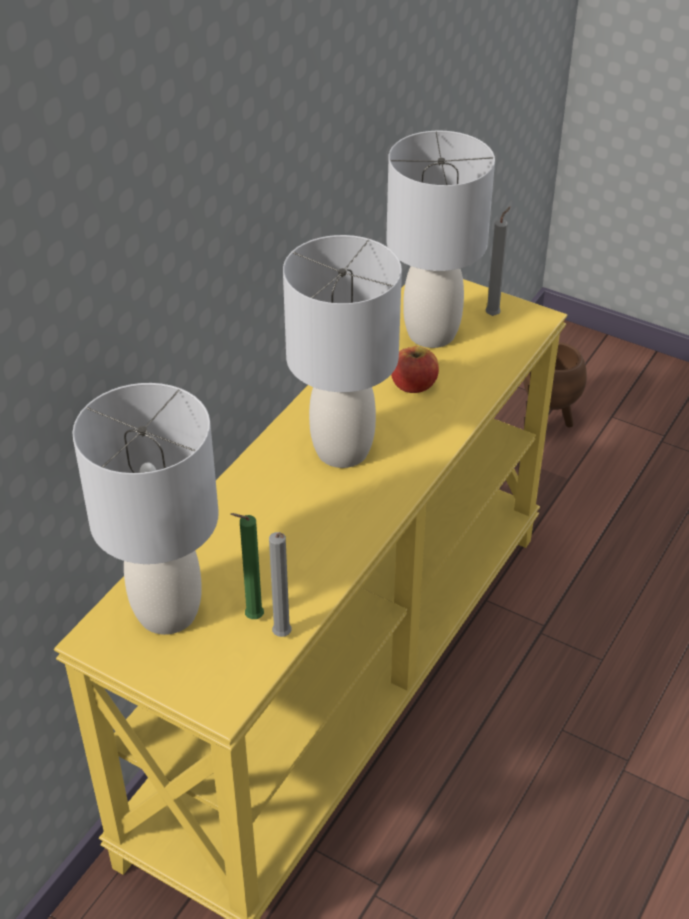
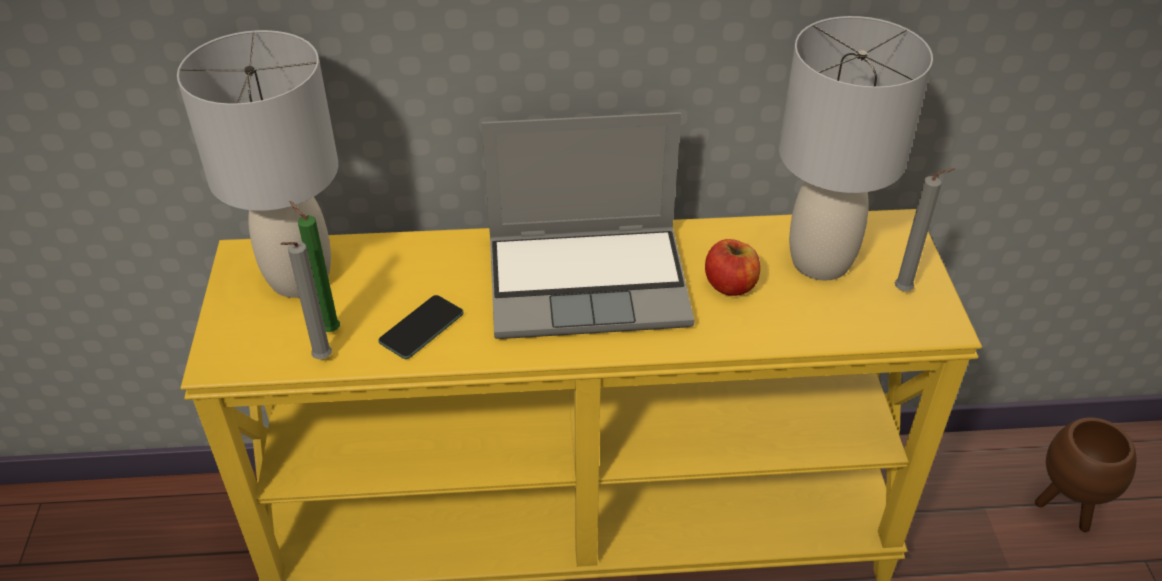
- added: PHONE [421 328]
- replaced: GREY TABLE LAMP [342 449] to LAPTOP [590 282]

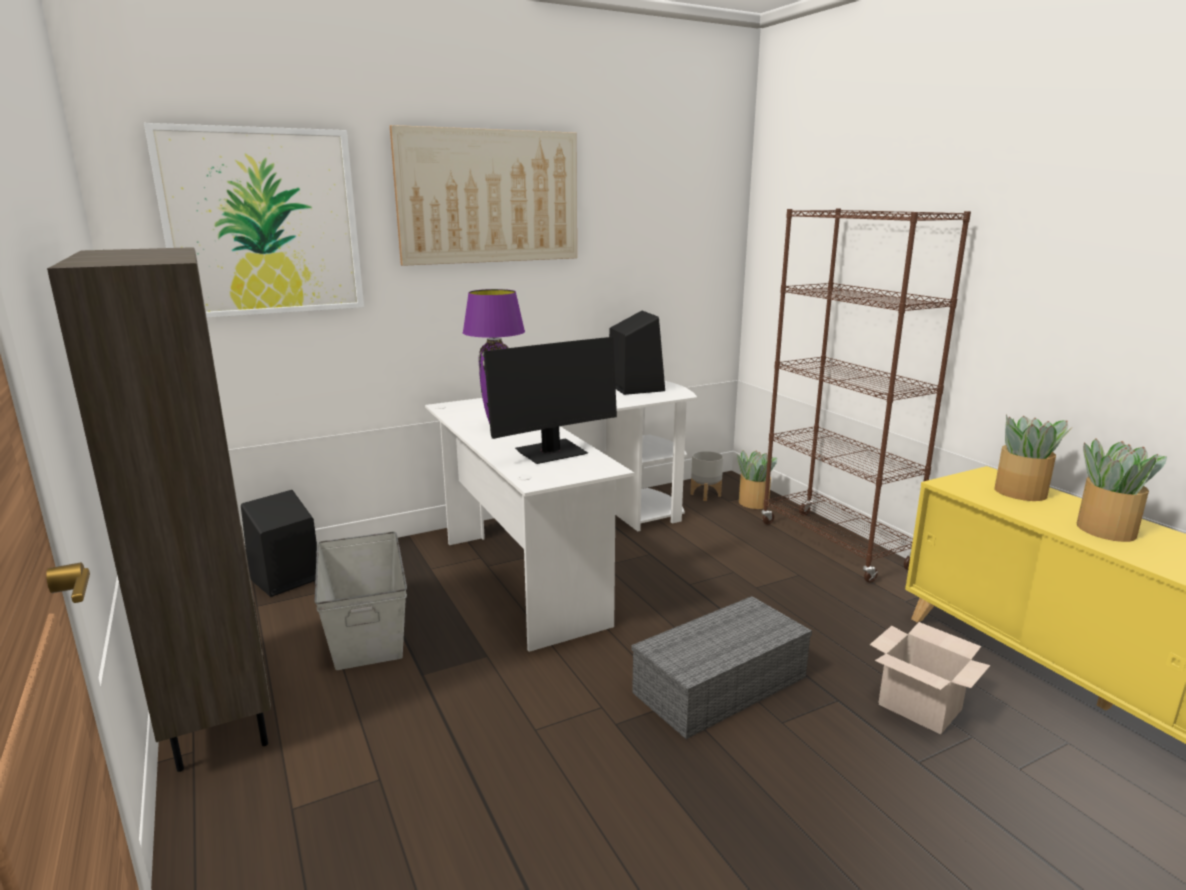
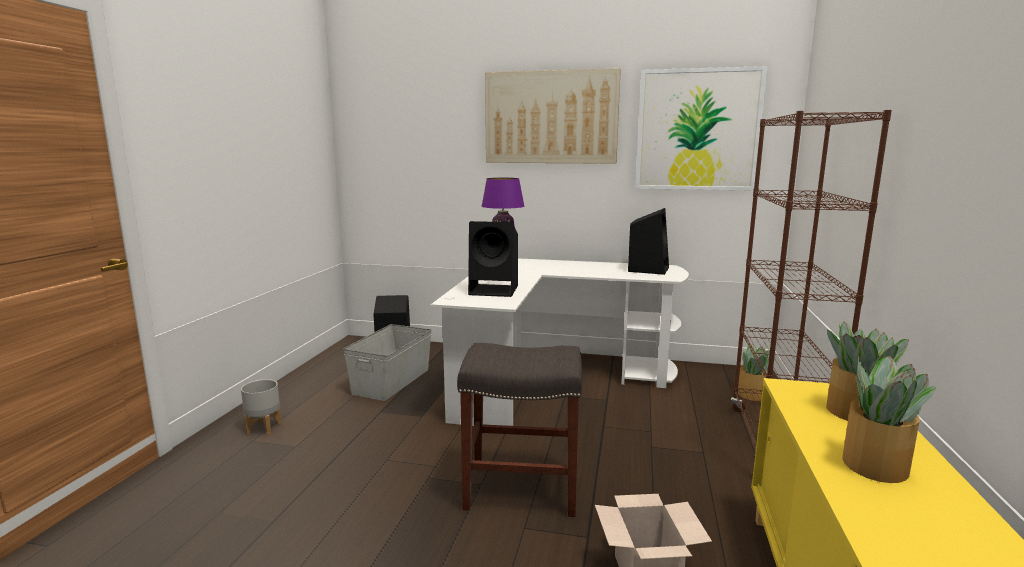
- removed: BROWN BOOKCASE [217 708]
- moved: PICTURE [263 223] to [697 130]
- moved: GREY PLANTER [706 495] to [264 428]
- replaced: MONITOR [551 453] to BLACK SPEAKER [495 290]
- replaced: GREY STORAGE BOX [719 686] to GREY STOOL [520 489]

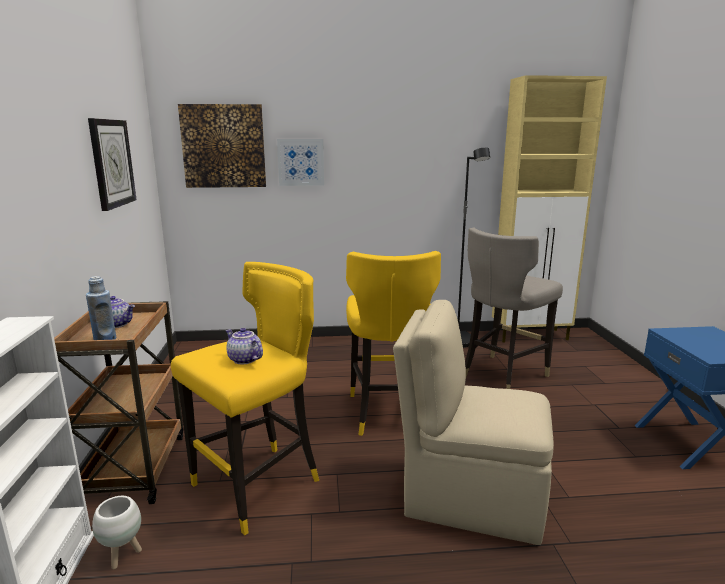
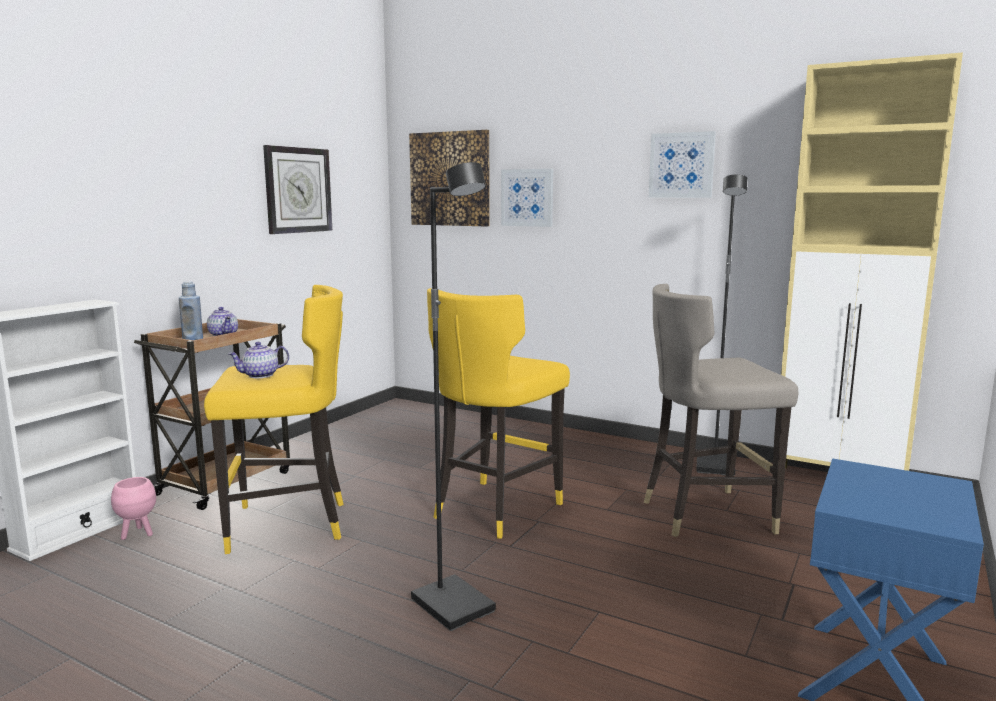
- added: PICTURE [681 165]
- replaced: BEIGE CHAIR [470 496] to BLACK FLOOR LAMP [455 606]
- recoloured: WHITE PLANTER [122 556] to PINK PLANTER [137 534]
- turned: TEAPOT [244 360] = [260 375] 105 degrees counterclockwise

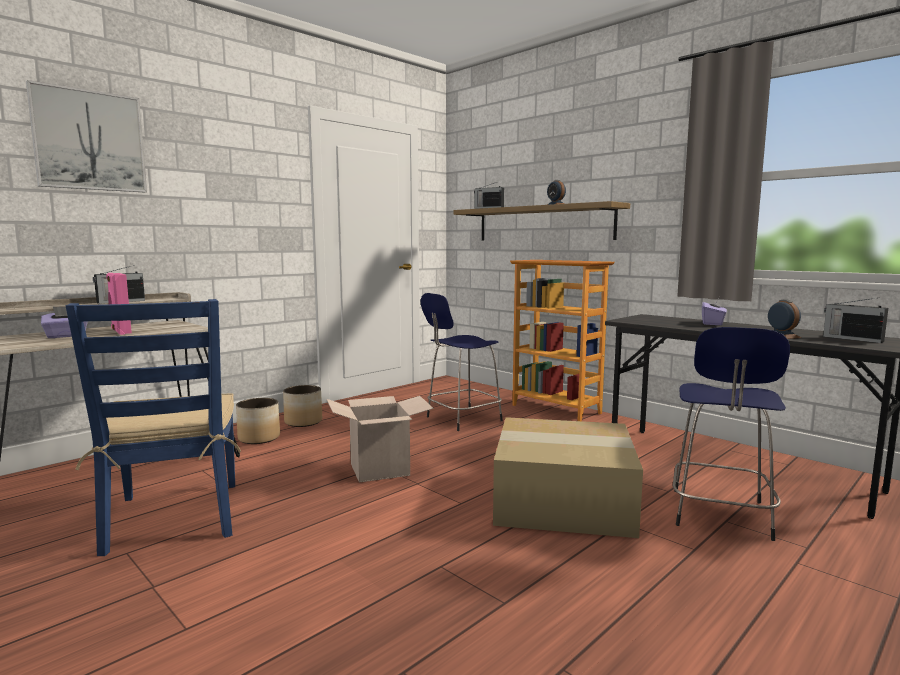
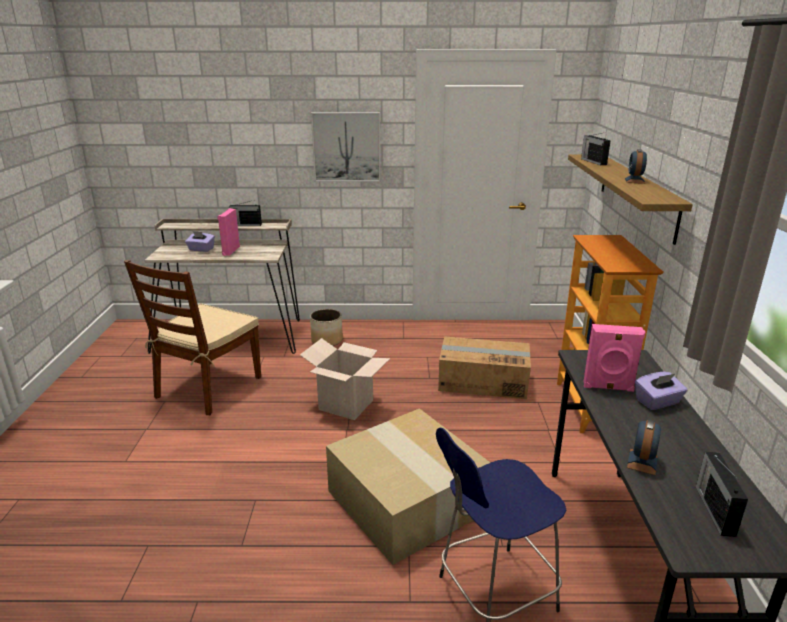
- removed: PLANTER [303 422]
- added: PINK SPEAKER [608 387]
- moved: PICTURE [89 140] to [346 147]
- replaced: BLUE STOOL [461 419] to CARDBOARD BOX [483 381]
- recoloured: BLUE CHAIR [175 517] to BROWN CHAIR [208 387]

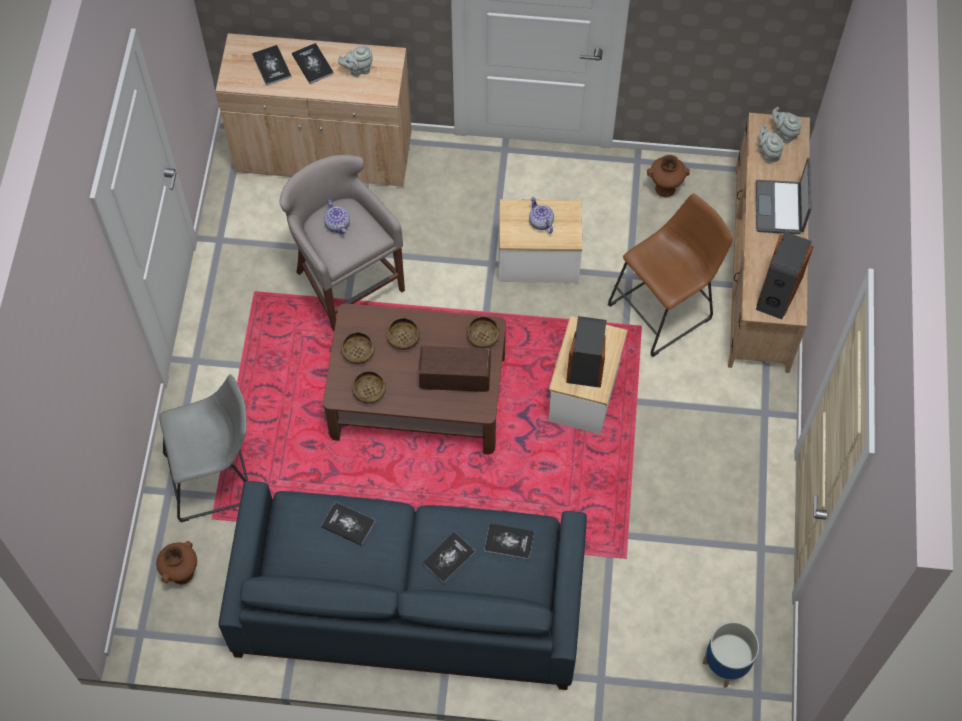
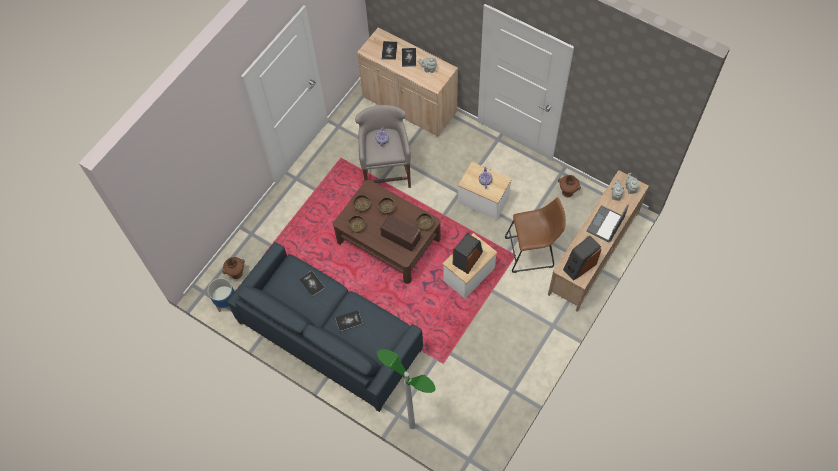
- removed: GREY STOOL [218 477]
- removed: BOOK [509 541]
- added: FLOOR LAMP [412 426]
- moved: PLANTER [725 665] to [226 302]

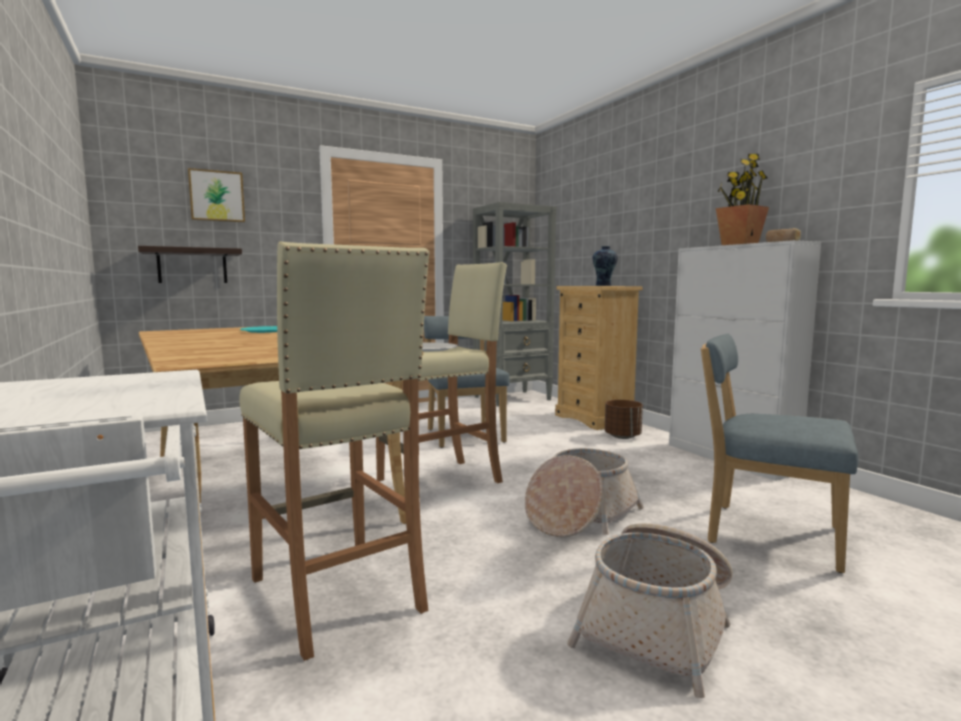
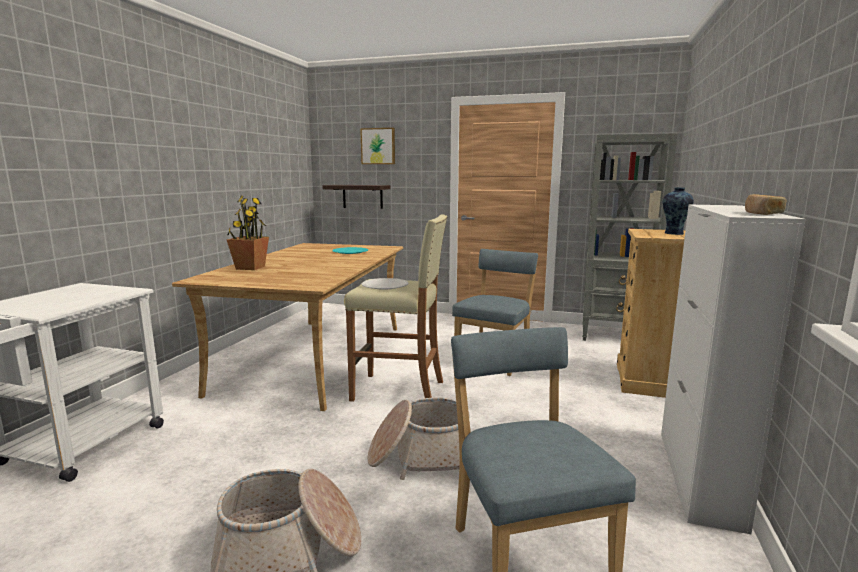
- removed: BEIGE STOOL [337 595]
- removed: BROWN PLANTER [622 436]
- moved: POTTED PLANT [739 244] to [250 267]

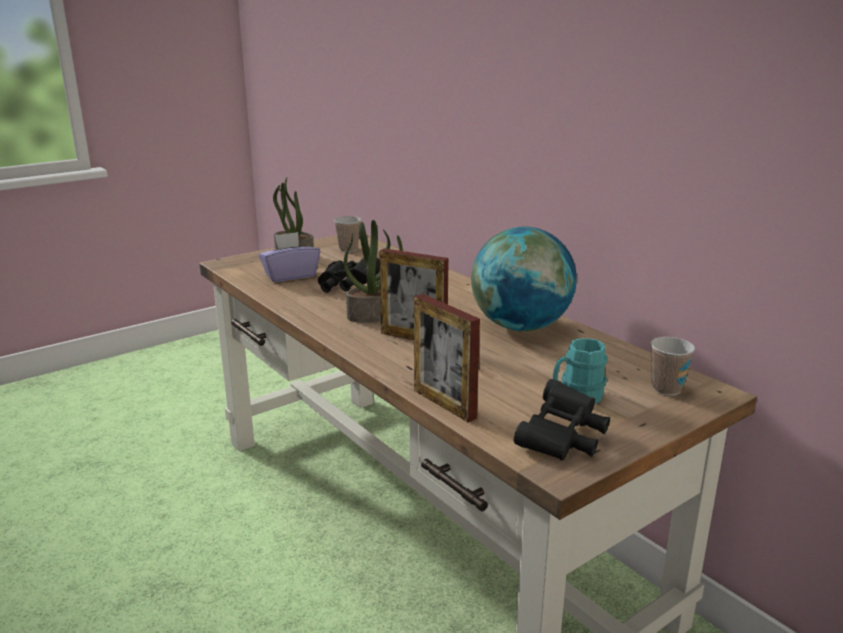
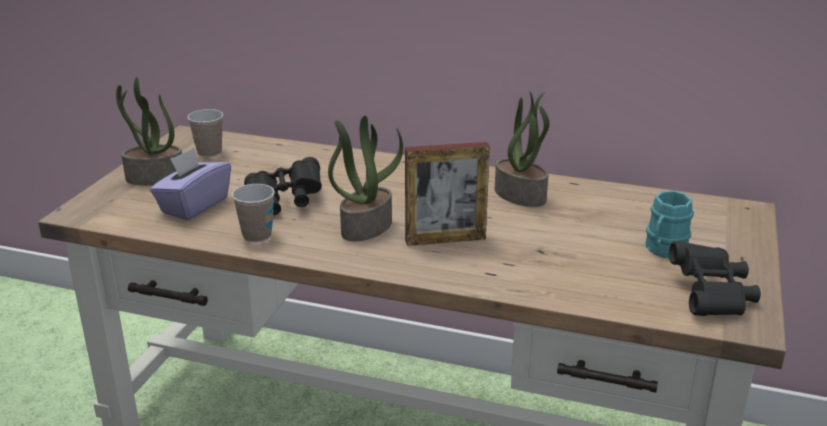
- removed: PICTURE FRAME [444 404]
- moved: CUP [666 389] to [257 235]
- replaced: GLOBE [521 327] to POTTED PLANT [521 195]

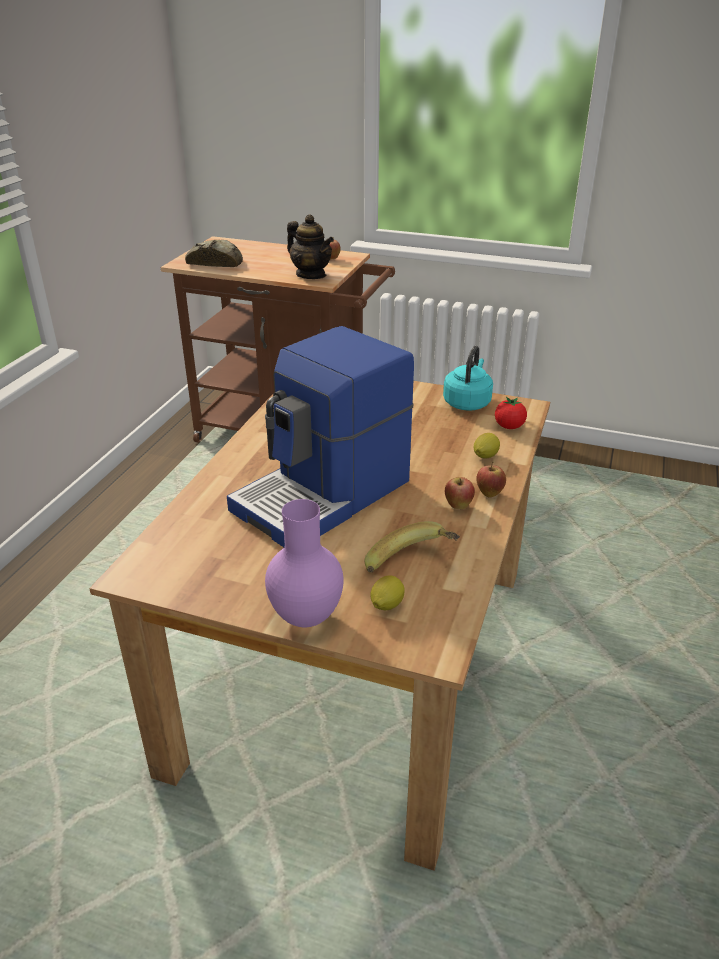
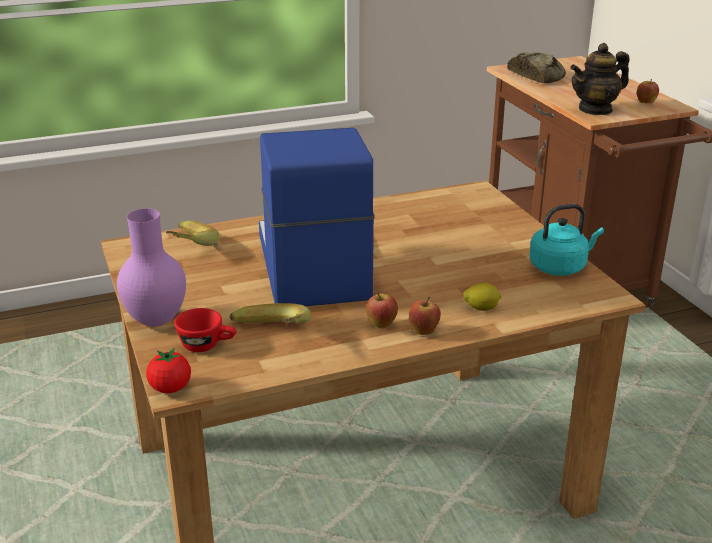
- added: BANANA [187 248]
- moved: TOMATO [509 426] to [170 388]
- replaced: LEMON [386 605] to RED CUP [207 345]
- turned: COFFEE MACHINE [324 496] = [310 267] 75 degrees clockwise
- turned: TEAPOT [311 275] = [595 109] 60 degrees clockwise

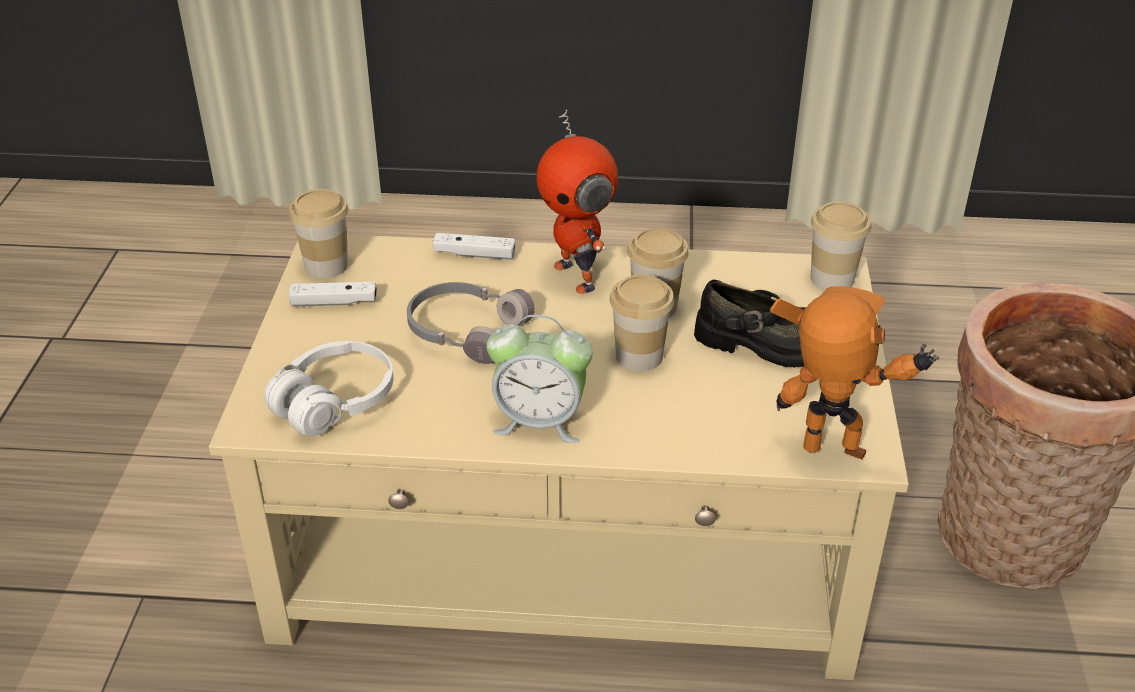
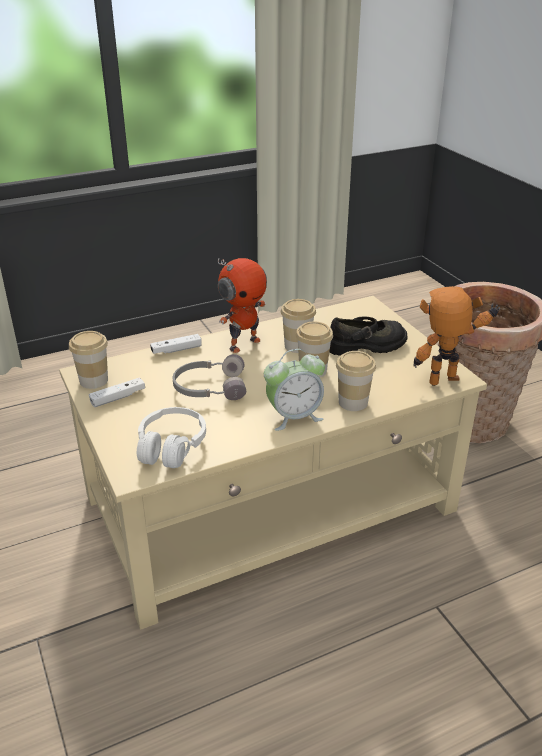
- moved: CUP [832 279] to [353 402]
- turned: TOY ROBOT [577 276] = [243 344] 75 degrees counterclockwise

